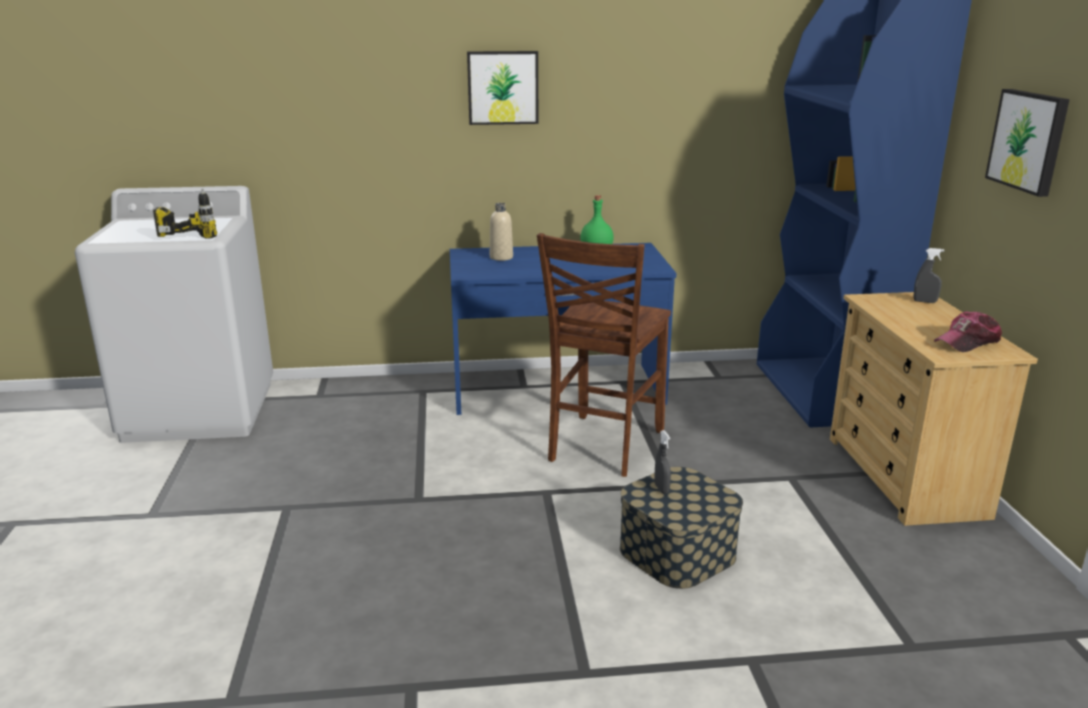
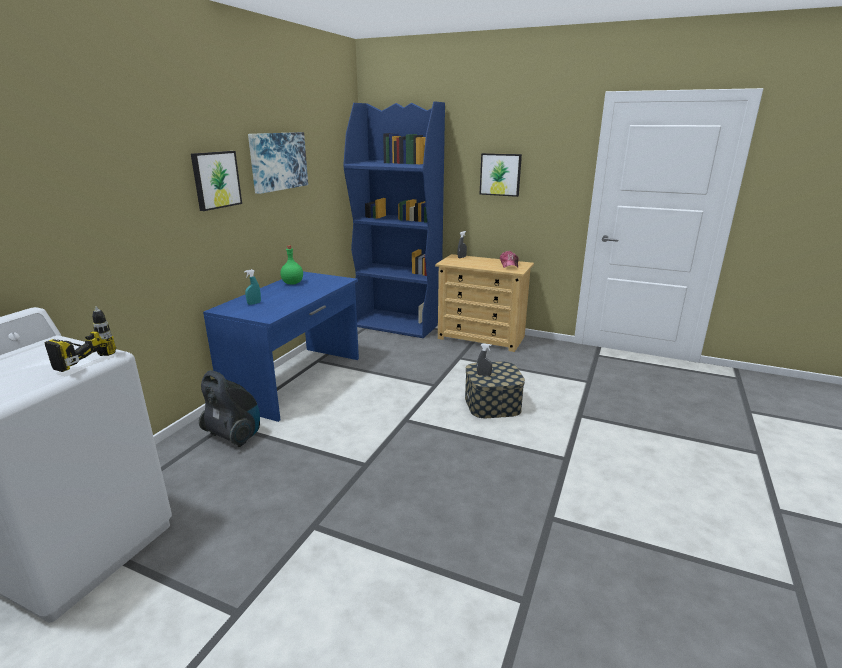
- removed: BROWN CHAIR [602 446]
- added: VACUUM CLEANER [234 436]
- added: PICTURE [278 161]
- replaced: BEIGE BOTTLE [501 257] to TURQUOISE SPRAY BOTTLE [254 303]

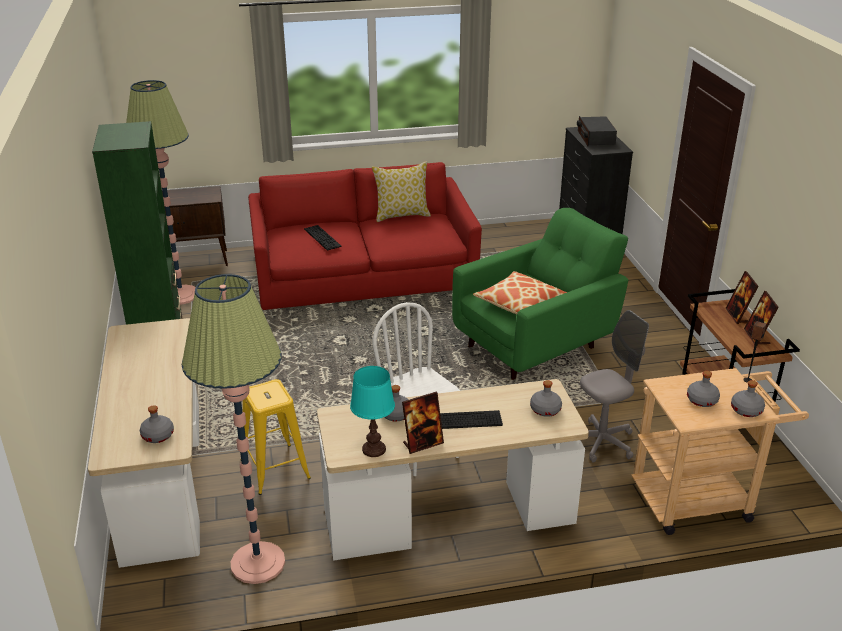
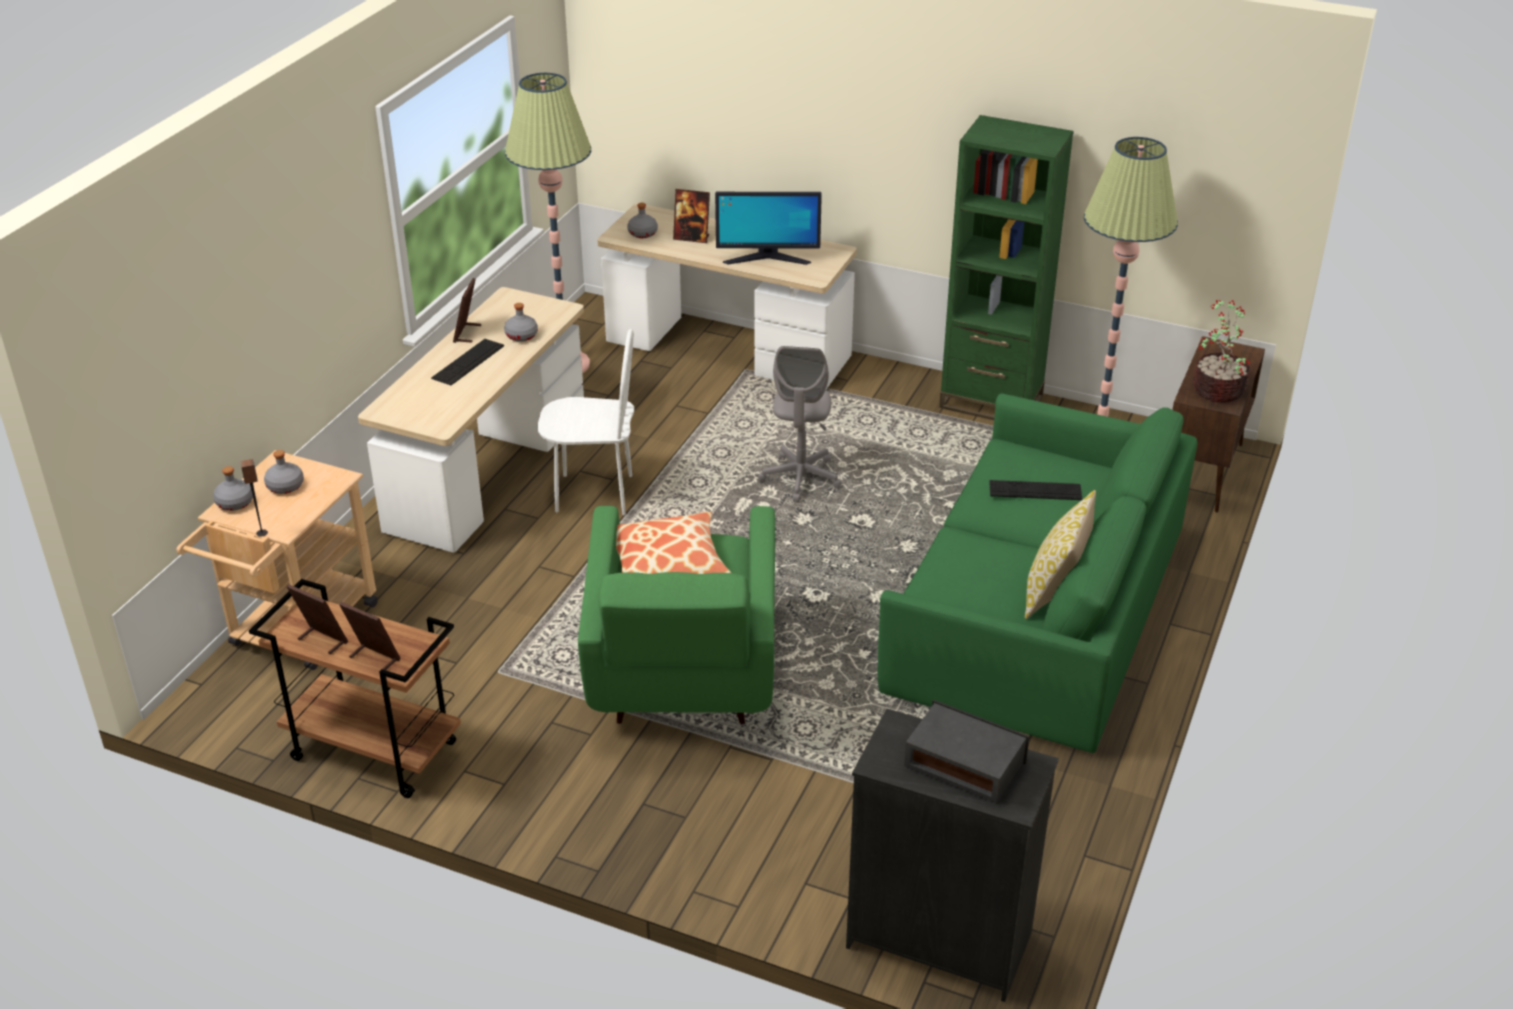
- removed: YELLOW STOOL [275 468]
- removed: TURQUOISE TABLE LAMP [373 449]
- removed: GREY BOTTLE [545 410]
- added: PICTURE FRAME [692 238]
- added: MONITOR [767 258]
- added: POTTED PLANT [1217 389]
- moved: GREY OFFICE CHAIR [602 442] to [800 478]
- recoloured: RED SOFA [363 272] to GREEN SOFA [1037 610]

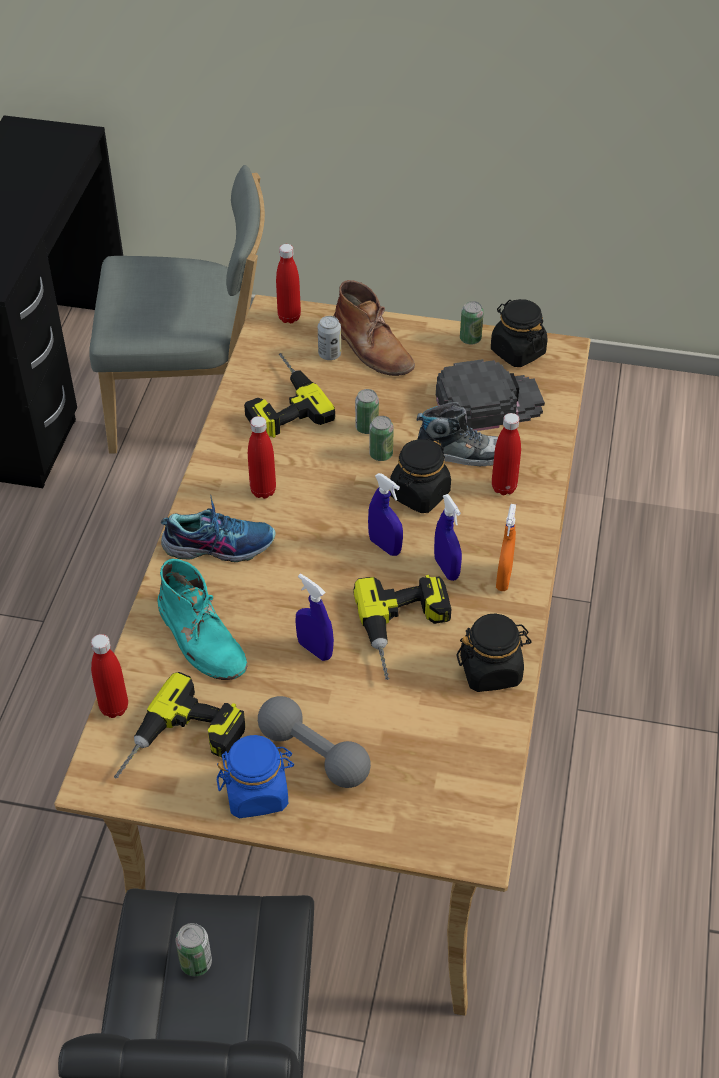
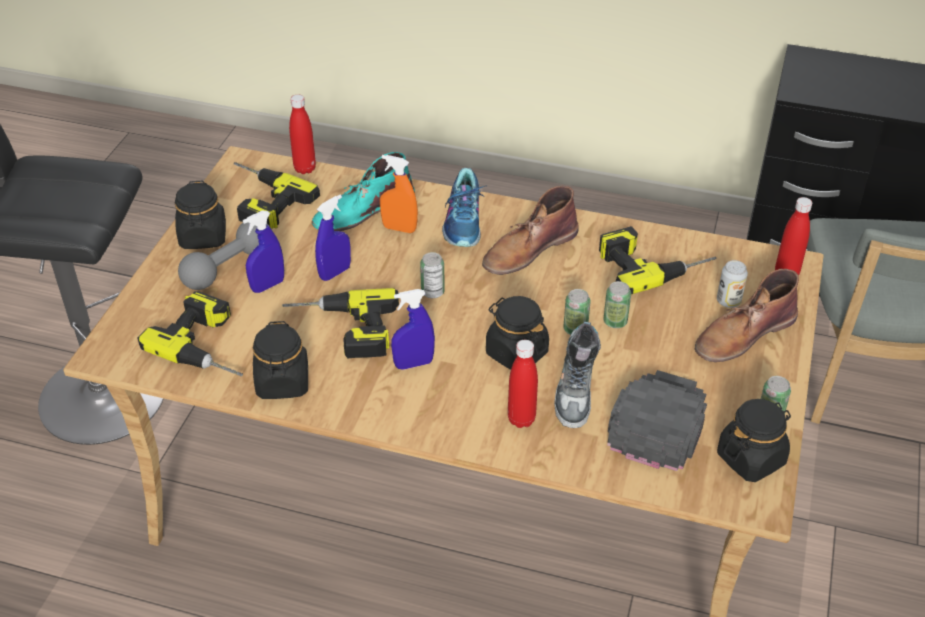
- added: POWER DRILL [211 344]
- moved: CAN [196 963] to [432 292]
- moved: BLUE SPRAY BOTTLE [385 546] to [268 285]
- moved: ORANGE SPRAY BOTTLE [503 578] to [399 228]
- replaced: RED BOTTLE [263 491] to BROWN BOOT [528 249]
- recoloured: BLUE JAR [257 793] to BLACK JAR [203 237]
- turned: BLACK CAP [488 402] = [658 421] 150 degrees counterclockwise

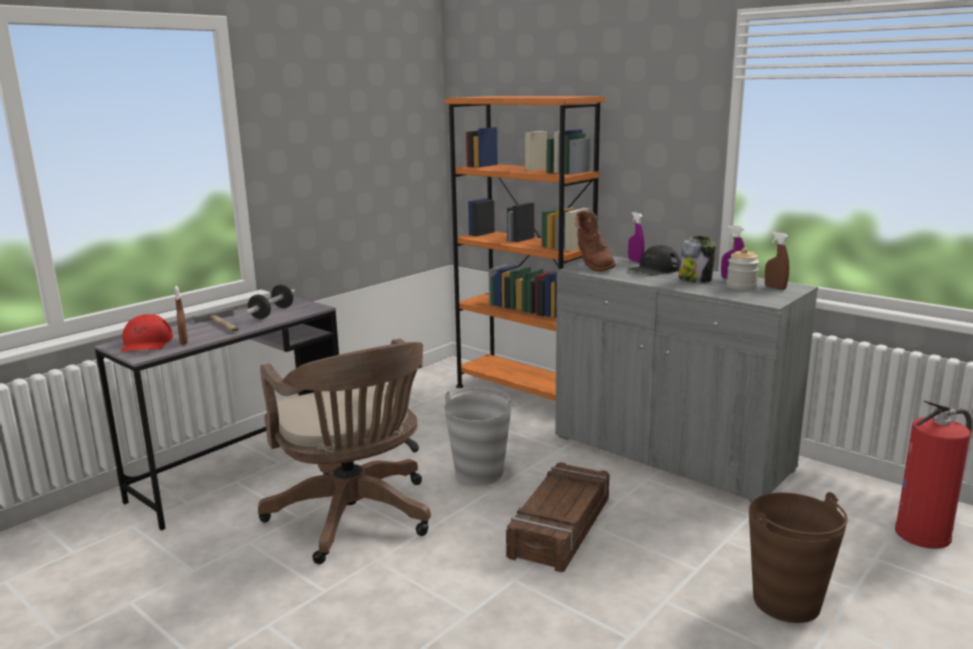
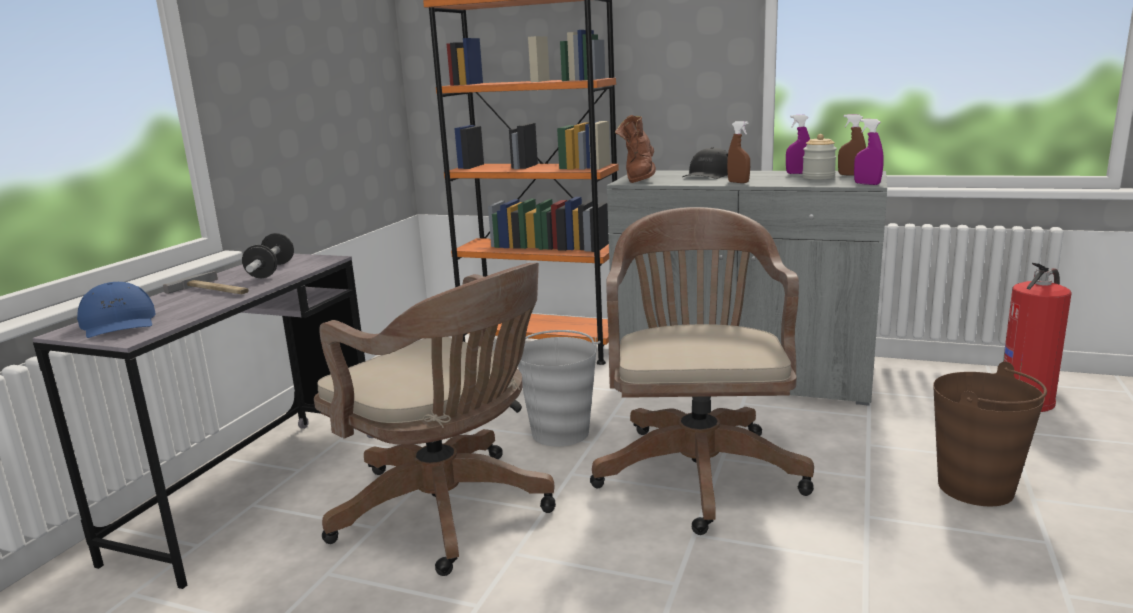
- removed: JAR [695 279]
- moved: BROWN SPRAY BOTTLE [184 342] to [738 182]
- moved: PURPLE SPRAY BOTTLE [635 261] to [867 184]
- replaced: CRATE [561 527] to BROWN OFFICE CHAIR [698 468]
- recoloured: RED CAP [146 343] to BLUE CAP [119 323]
- turned: BROWN BOOT [593 265] = [639 178] 45 degrees clockwise

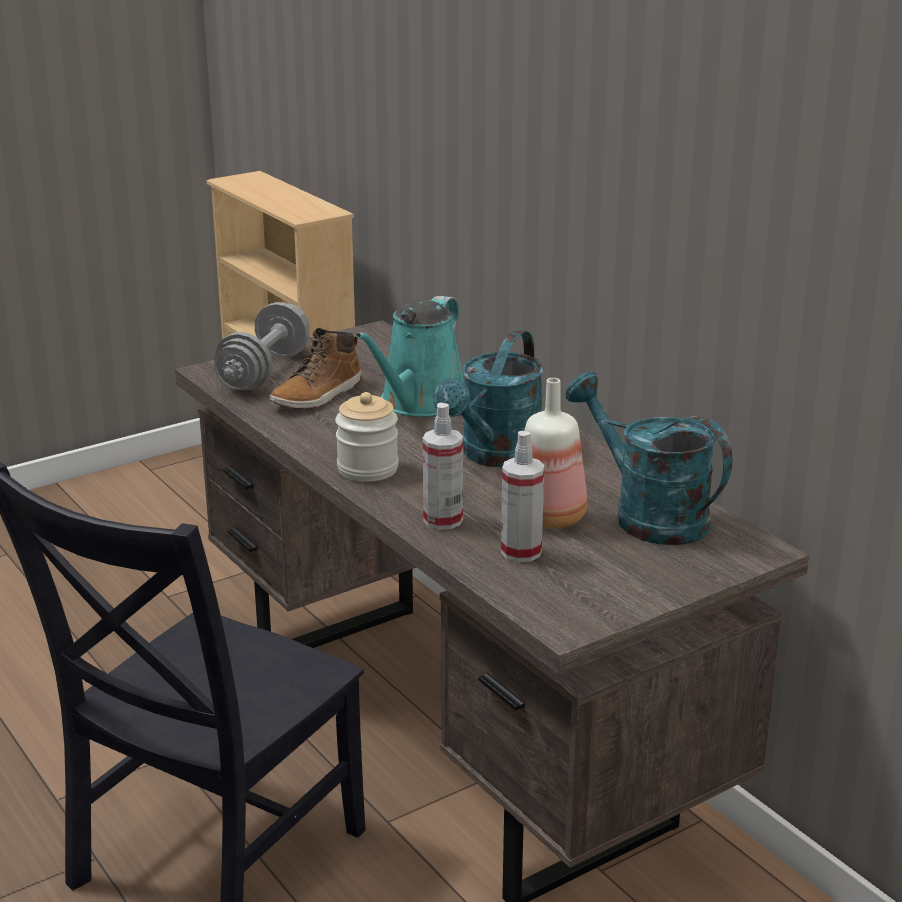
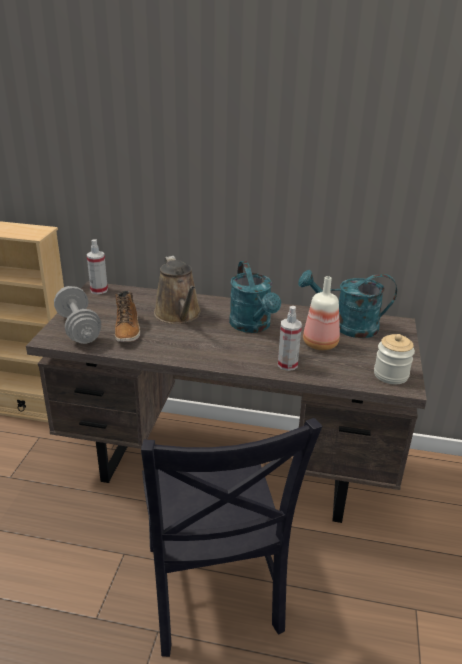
- moved: JAR [367 469] to [390 375]
- moved: SPRAY BOTTLE [521 552] to [99 290]
- recoloured: TURQUOISE WATERING CAN [419 403] to BROWN WATERING CAN [179 315]

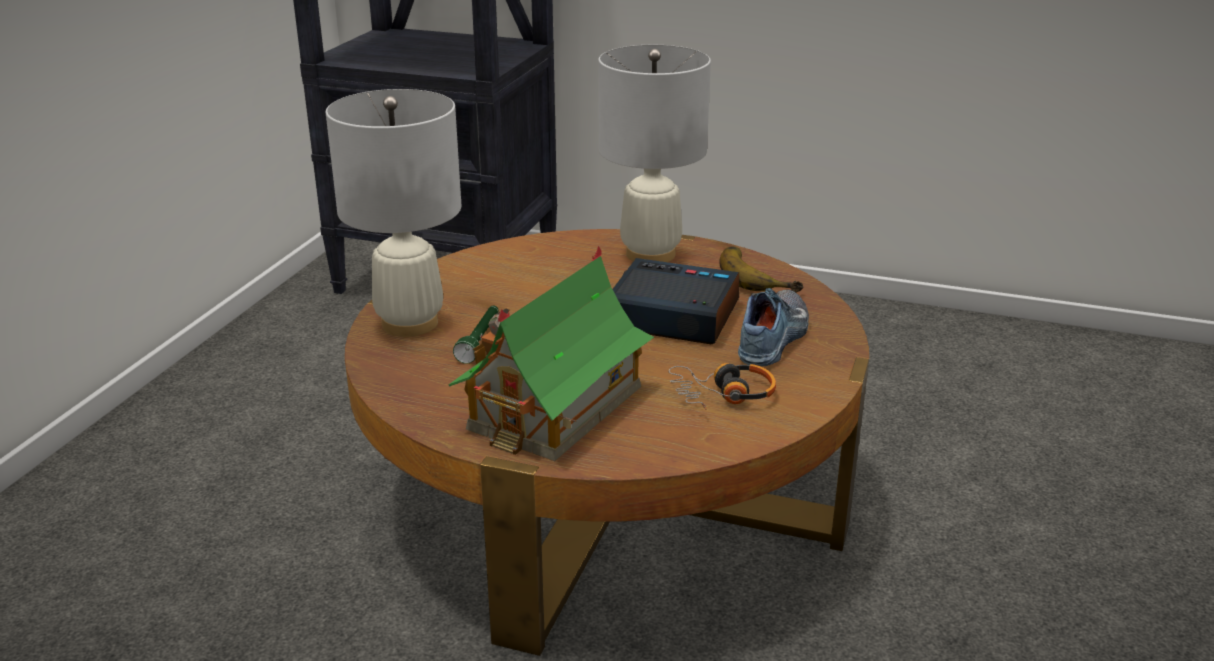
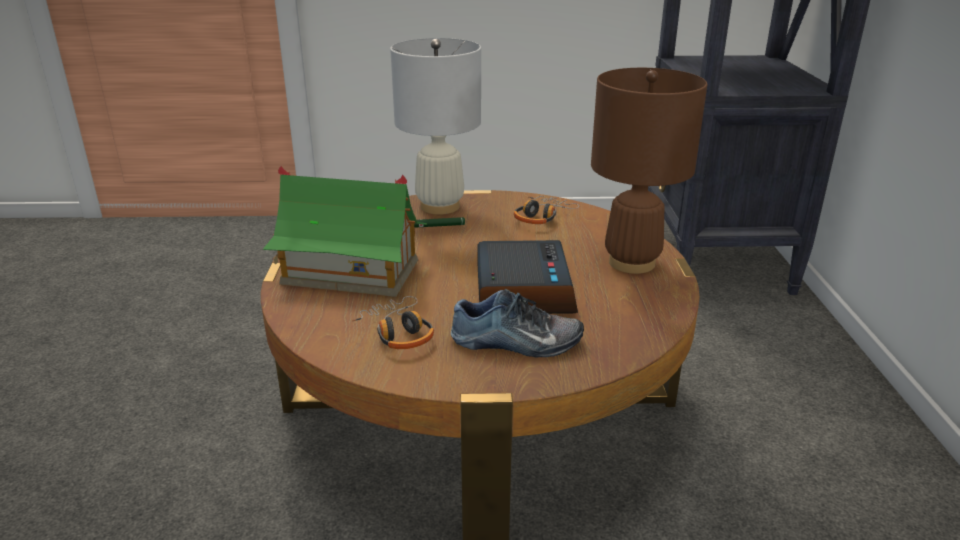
- removed: BANANA [759 276]
- added: HEADPHONES [541 217]
- recoloured: WHITE TABLE LAMP [650 254] to BROWN TABLE LAMP [632 262]

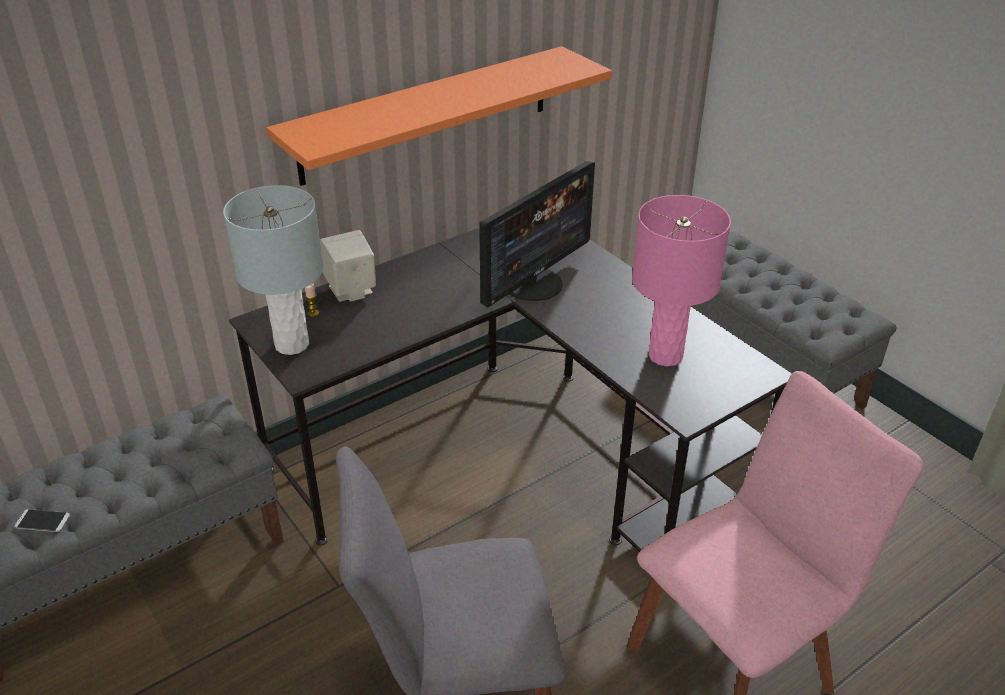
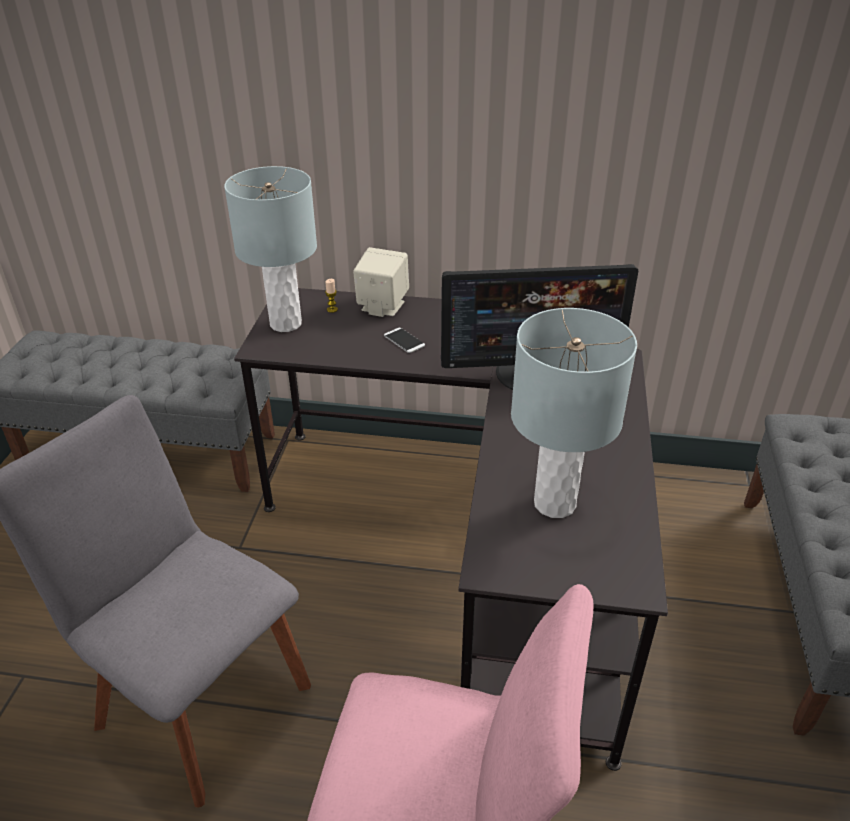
- removed: ORANGE SHELF [427 114]
- moved: PHONE [42 521] to [404 341]
- recoloured: PINK TABLE LAMP [666 356] to GREY TABLE LAMP [555 504]

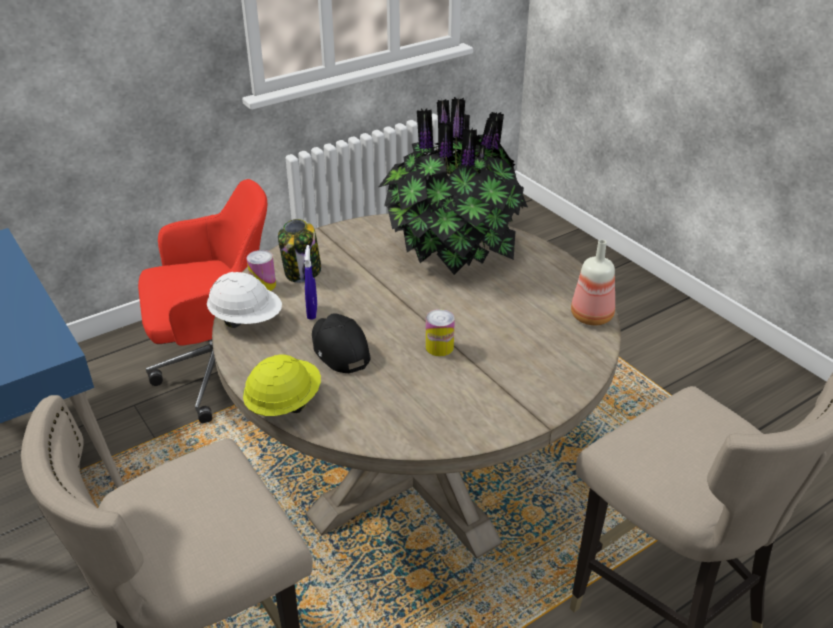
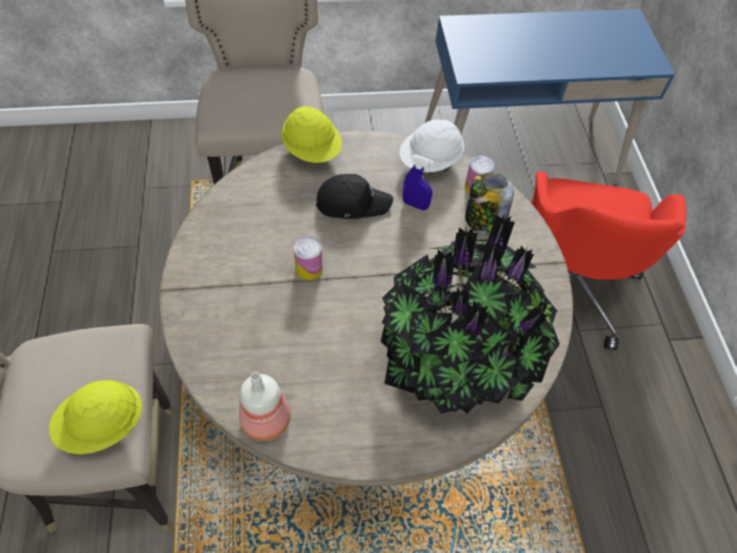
- added: YELLOW HARD HAT [103 425]

